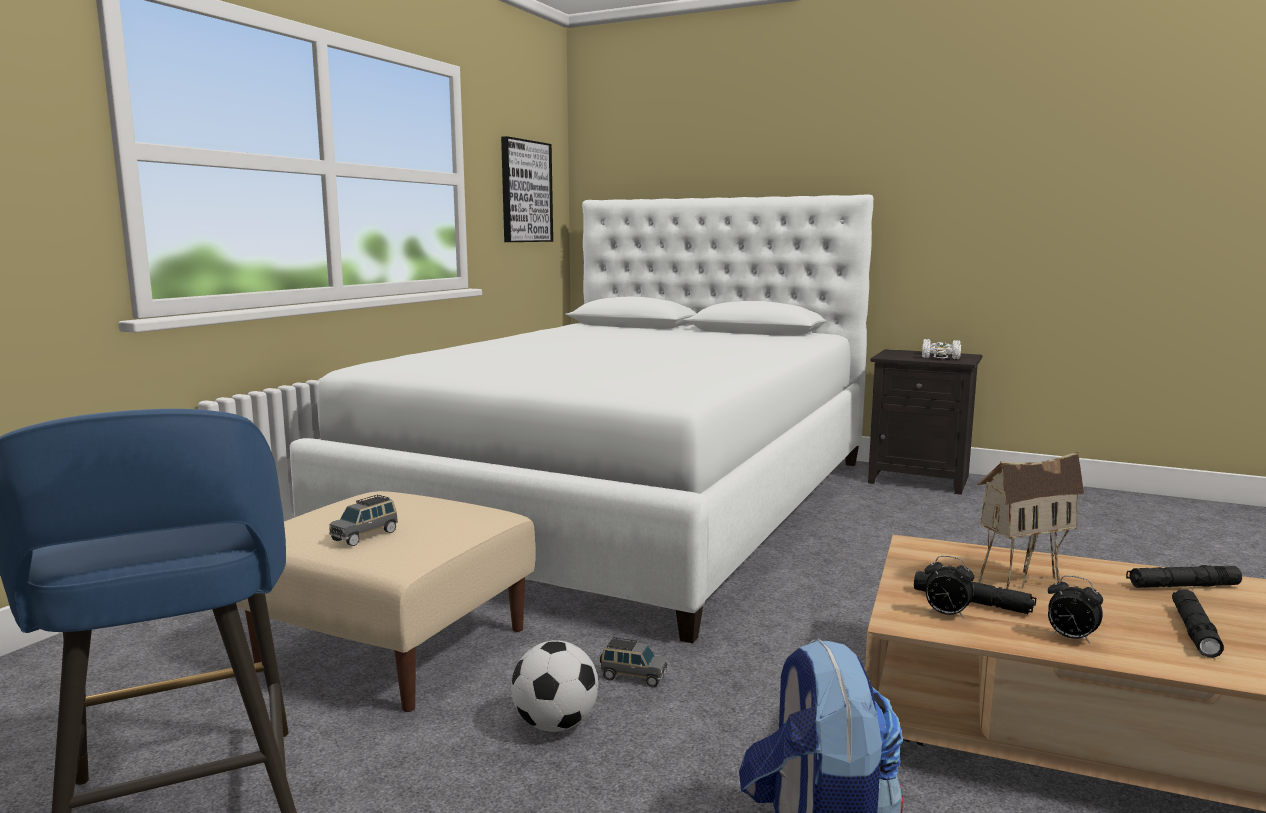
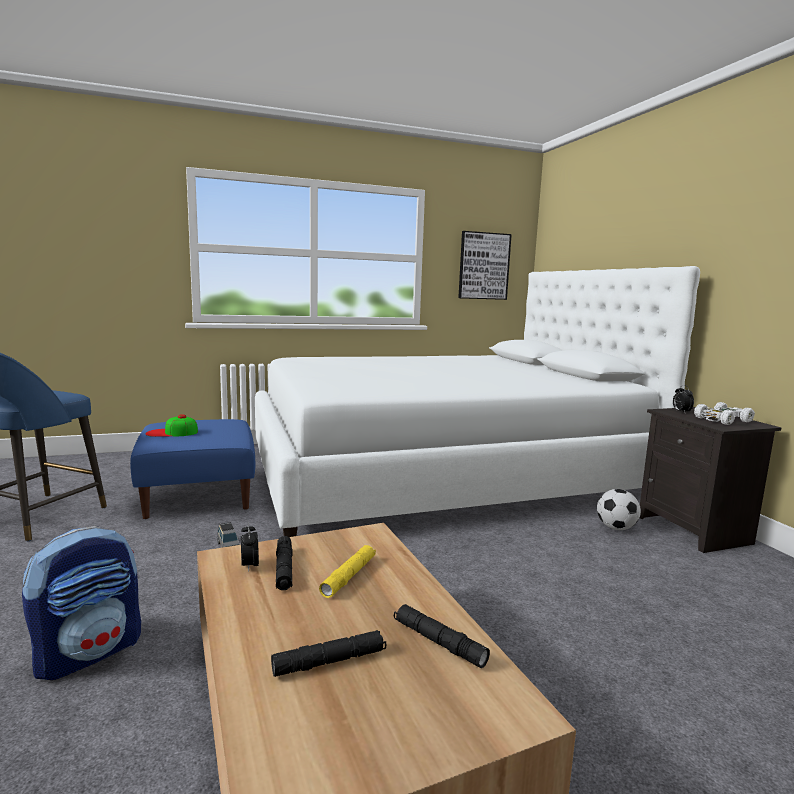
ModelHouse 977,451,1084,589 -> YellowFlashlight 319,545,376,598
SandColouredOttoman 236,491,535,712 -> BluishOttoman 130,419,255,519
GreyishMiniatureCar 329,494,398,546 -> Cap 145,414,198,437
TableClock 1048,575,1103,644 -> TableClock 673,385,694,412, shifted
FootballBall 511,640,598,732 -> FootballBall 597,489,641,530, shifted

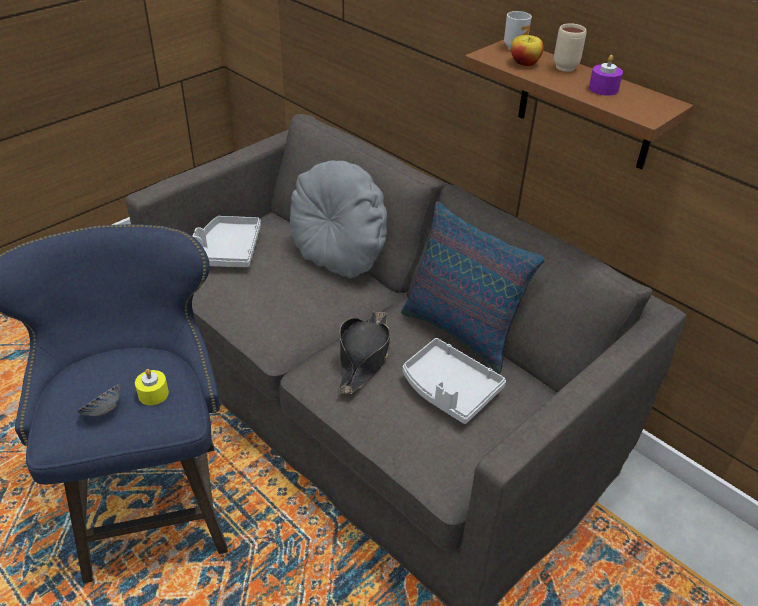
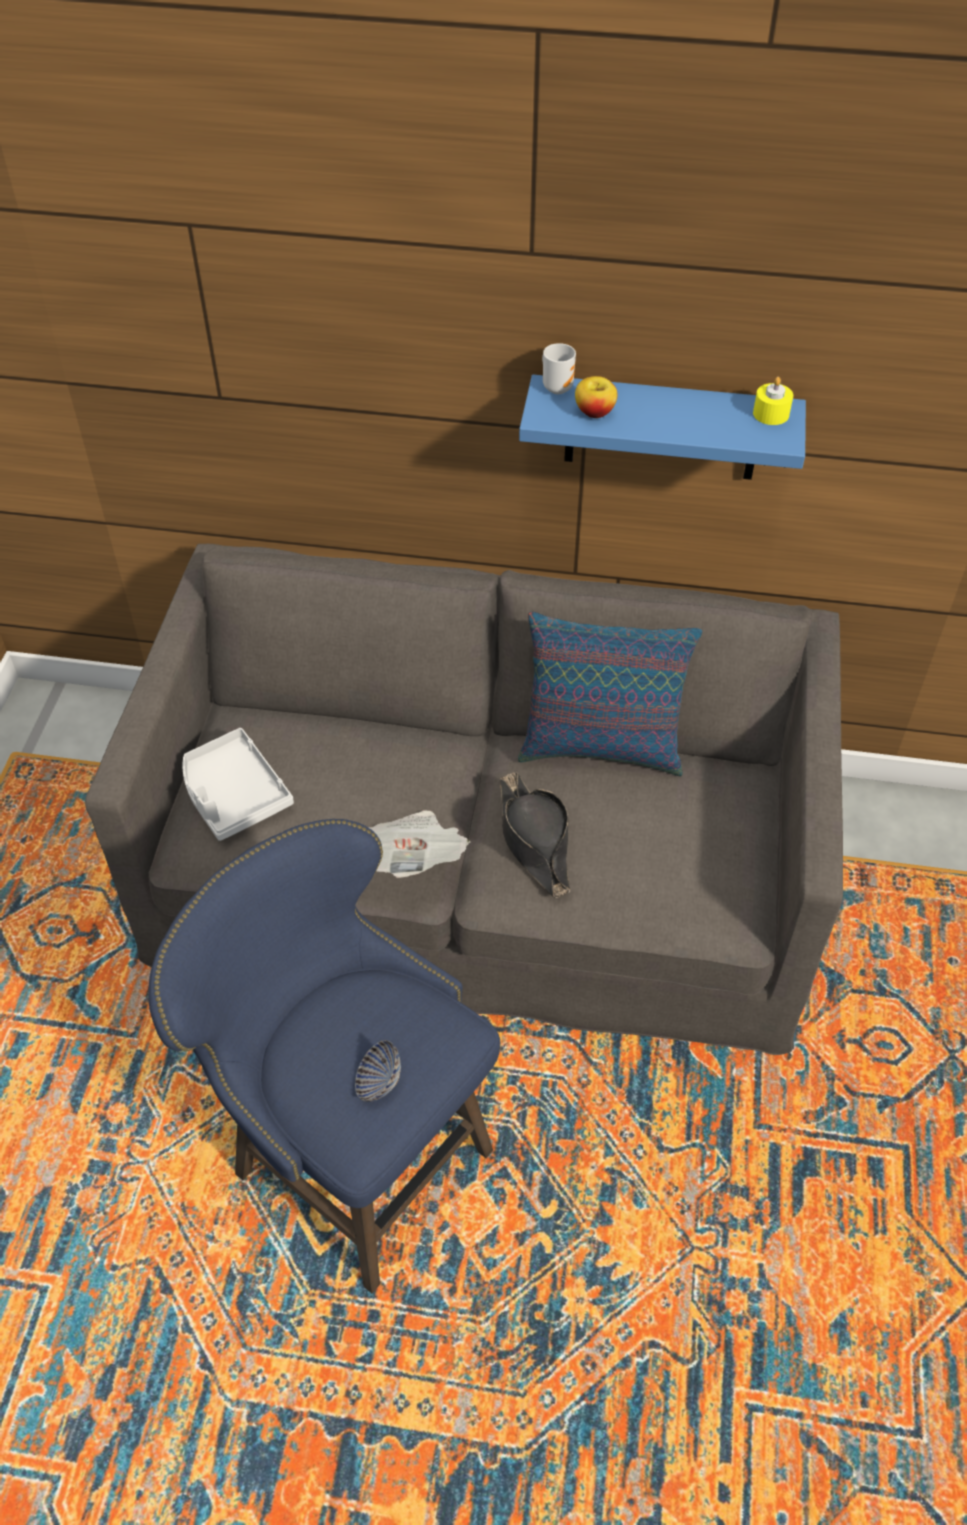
SandColouredMug 554,23,586,72 -> none
BrownishShelf 464,40,693,170 -> BluishShelf 519,375,806,480
PurpleColouredCandle 589,55,623,96 -> none
GreyishCushion 290,160,387,279 -> none
GreyishTray 403,338,506,424 -> none
YellowCandle 135,369,169,405 -> YellowCandle 753,377,793,425, shifted
none -> Newspaper 368,810,470,878

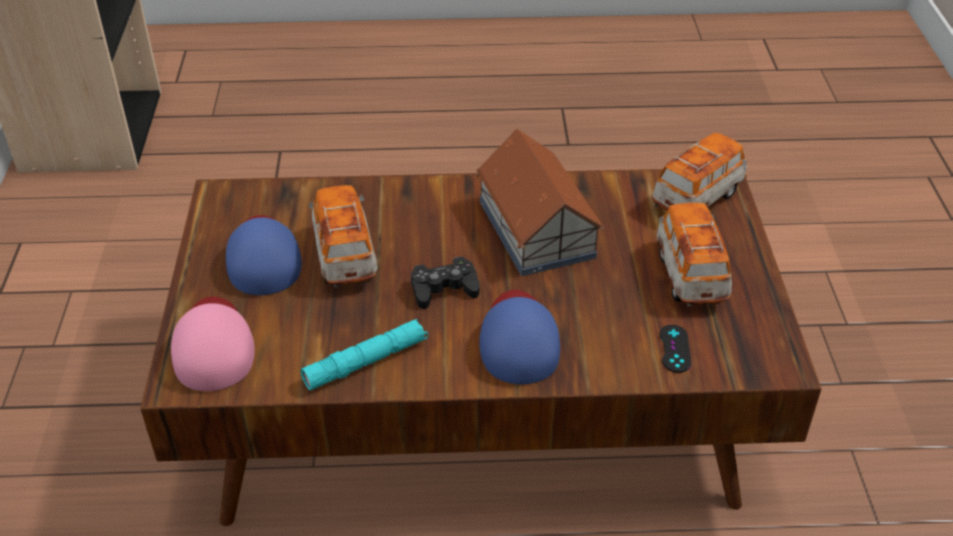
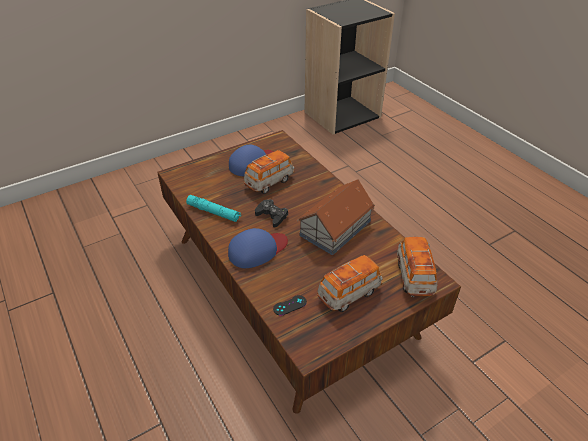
MiniatureCar 652,133,747,210 -> MiniatureCar 397,237,437,297, 105 degrees counterclockwise
PinkCap 171,297,255,391 -> none

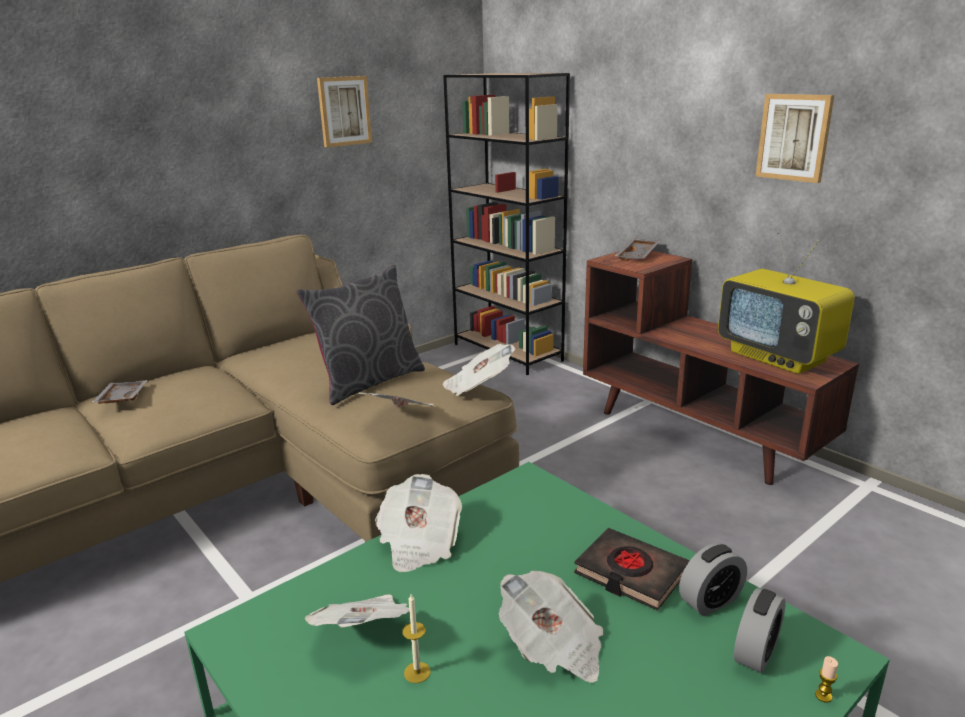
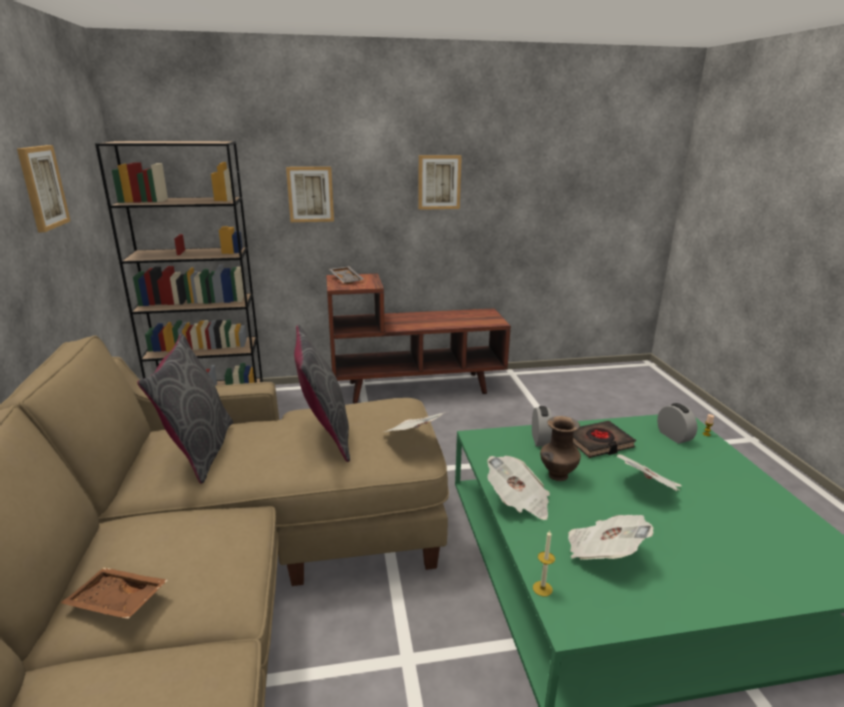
Television 718,231,855,374 -> none
Newspaper 442,344,515,396 -> none
GreyishTray 92,380,148,404 -> BrownishTray 61,568,168,619
TableClock 679,543,747,616 -> TableClock 532,406,552,447, shifted
Candle 402,594,431,683 -> Candle 533,530,555,596, shifted
none -> WallArt 286,167,334,222
none -> GreyishCushion 137,334,233,484
none -> BrownishDecorativeVase 540,416,581,481

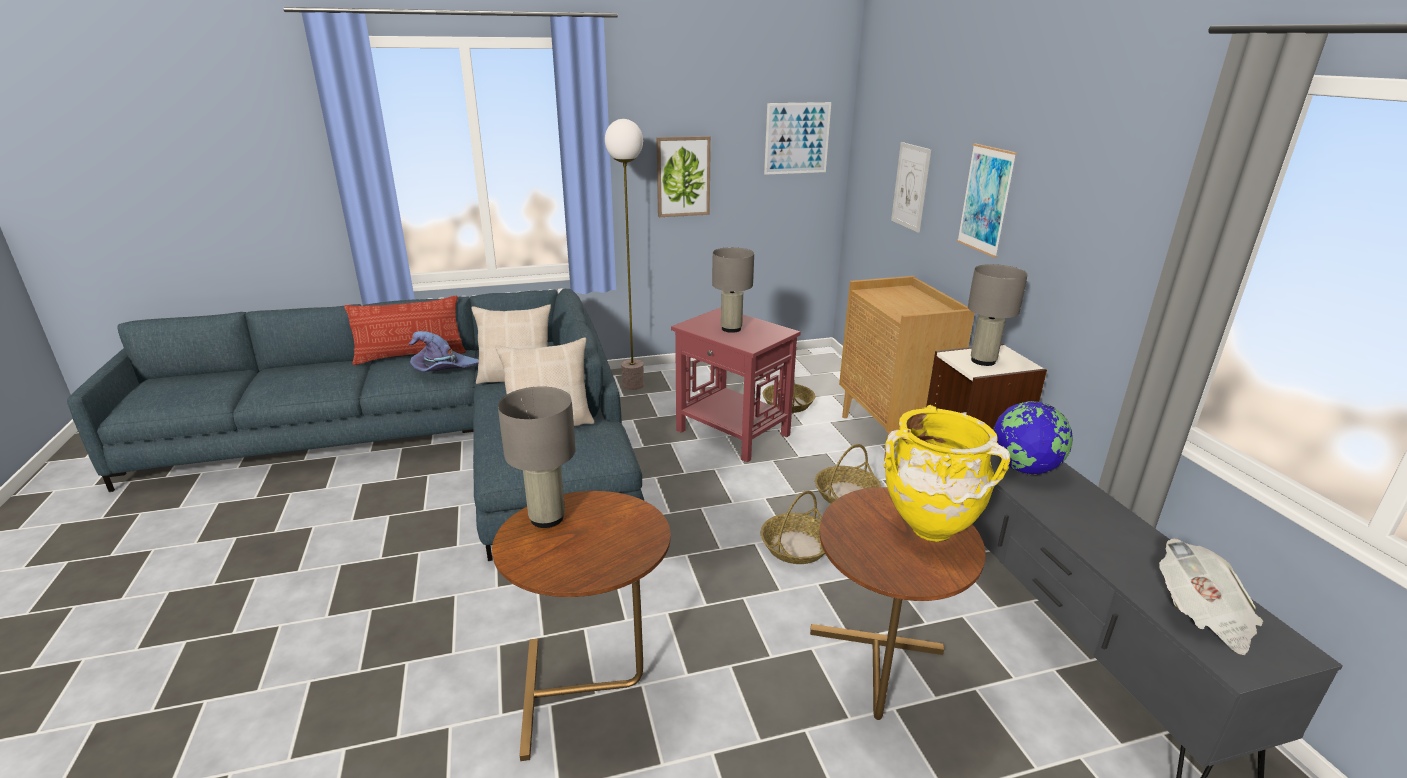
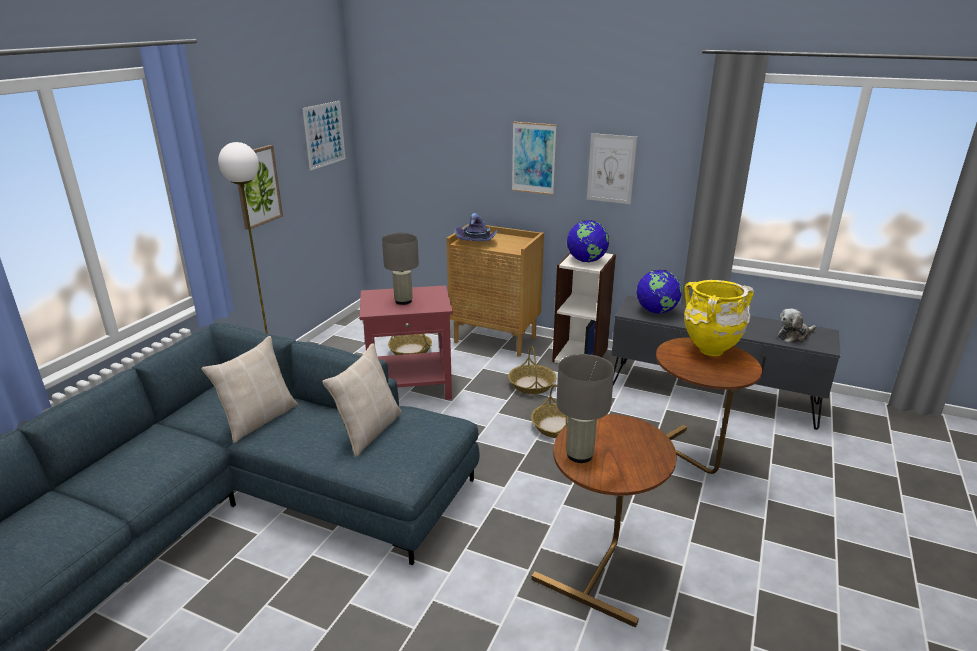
WallArt 891,142,931,233 -> WallArt 587,133,637,204, shifted
GreyishLampForATable 968,264,1028,366 -> Globe 567,220,609,262
Cushion 344,296,466,365 -> none
PurpleColouredHat 409,331,479,372 -> PurpleColouredHat 454,213,497,241, shifted
Newspaper 1159,538,1263,655 -> CuddlyToy 777,309,816,343

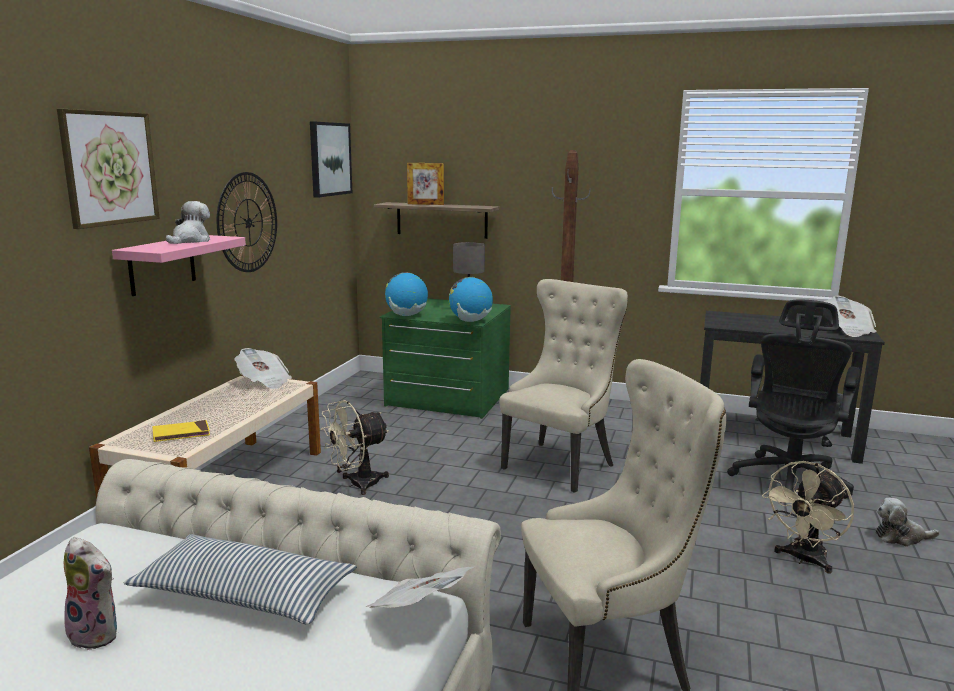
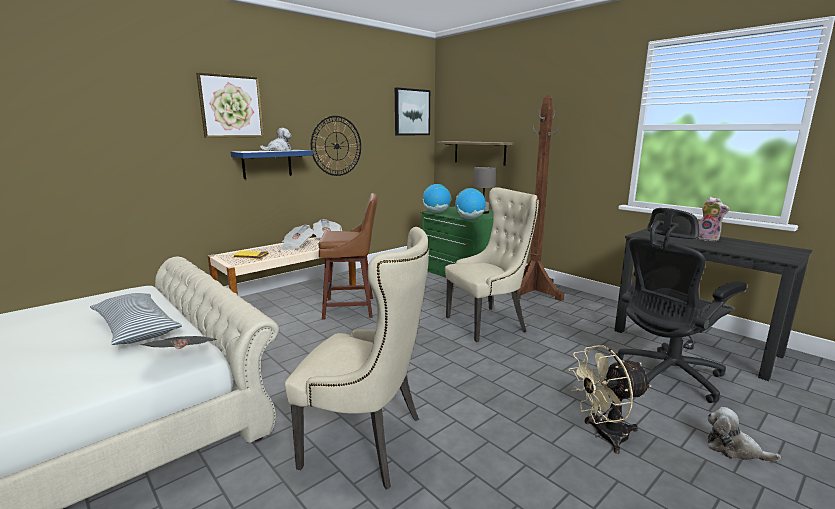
PhotoFrame 407,163,444,205 -> none
PinkShelf 112,235,246,296 -> BluishShelf 231,150,313,179
Newspaper 824,296,877,337 -> Newspaper 279,225,314,250, shifted
SandColouredElectricFan 321,400,389,495 -> BrownishChair 319,193,378,320
CuddlyToy 64,537,117,651 -> CuddlyToy 698,197,730,241, shifted

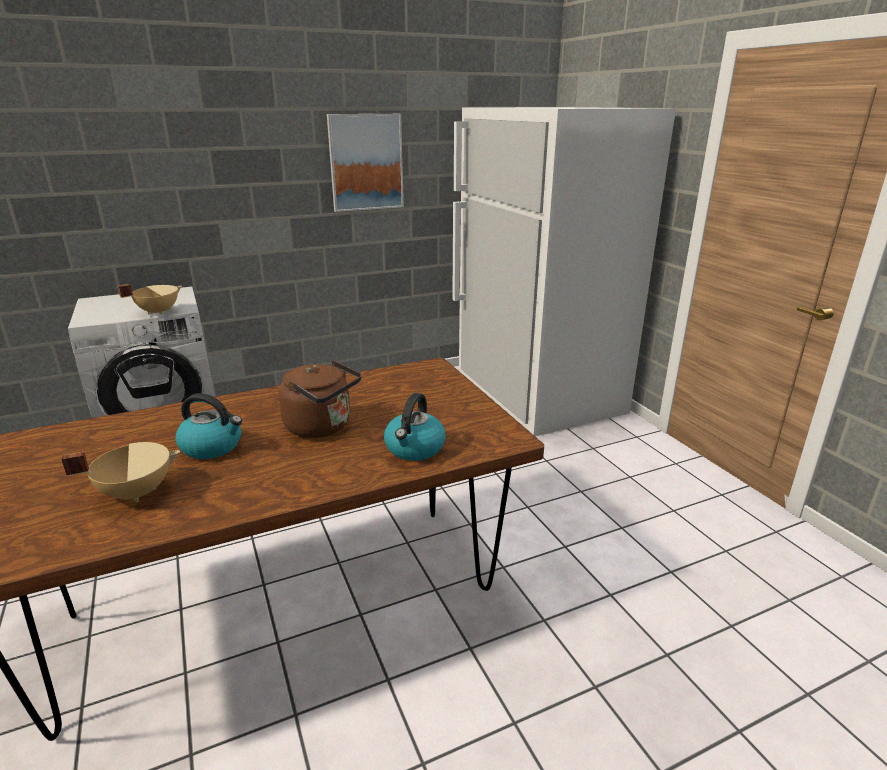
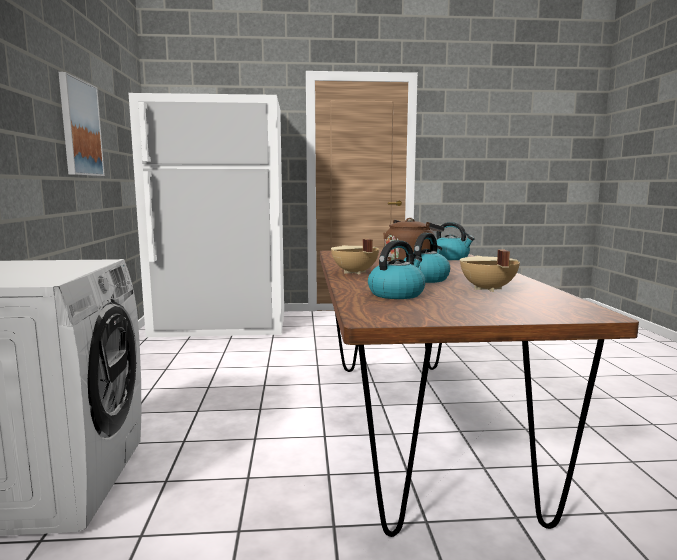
SandColouredSaucepot 118,284,182,315 -> SandColouredSaucepot 331,239,379,275, shifted
none -> TeaKettle 368,240,425,299

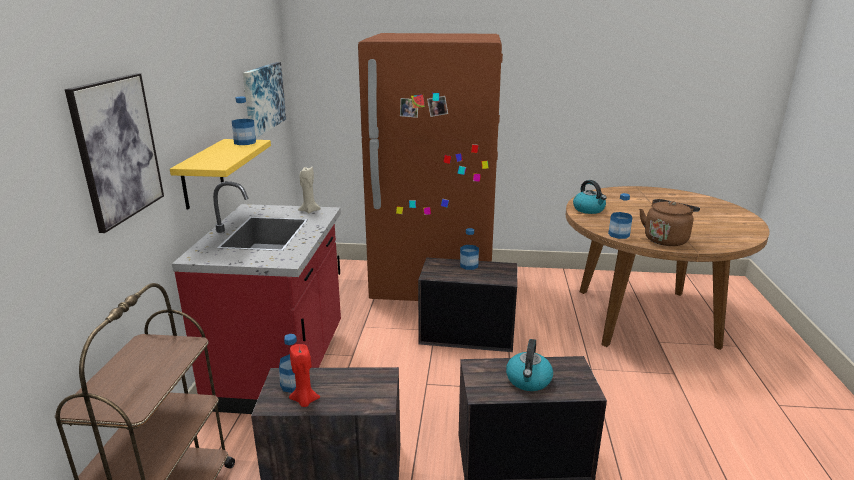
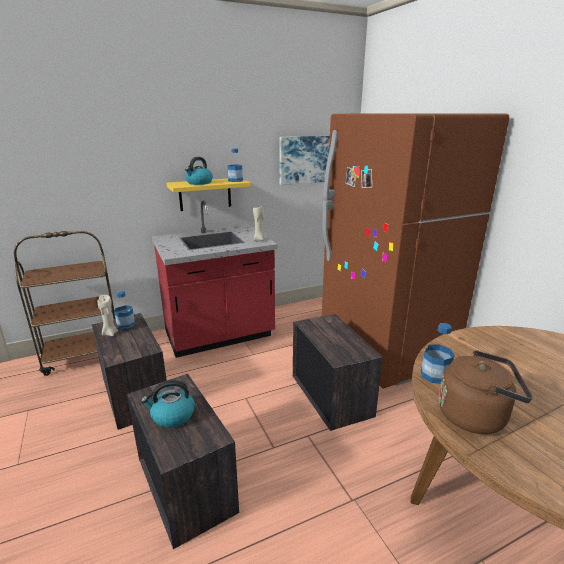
WallArt 65,73,164,233 -> none
TeaKettle 573,180,607,214 -> TeaKettle 185,157,213,185, shifted
Bottle 460,228,479,270 -> none
RedCandle 289,344,320,407 -> SandColouredCandle 97,295,118,336

